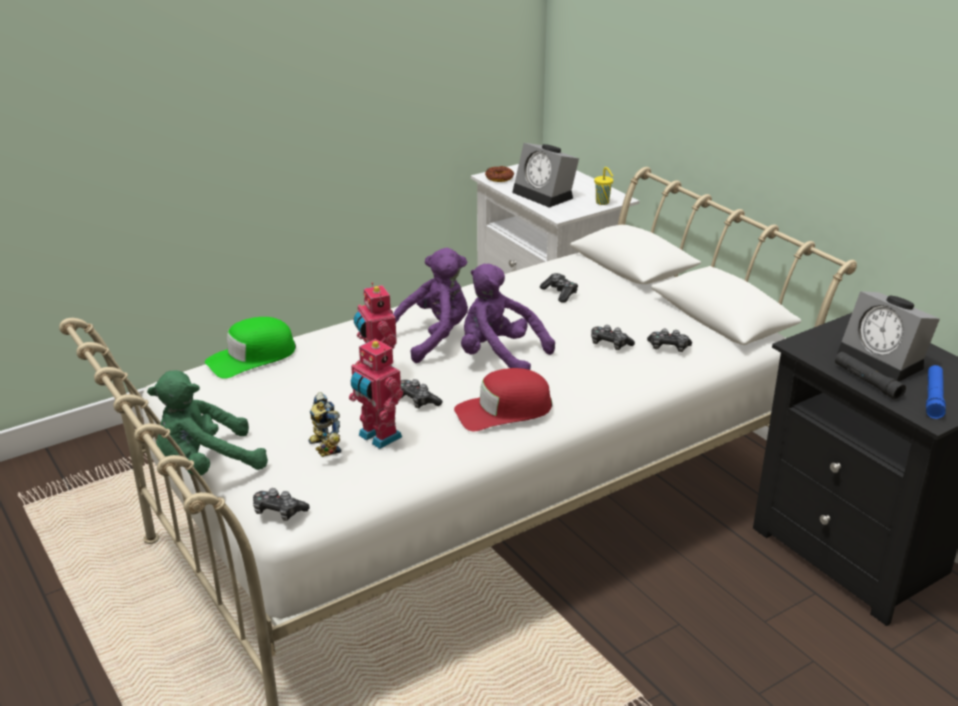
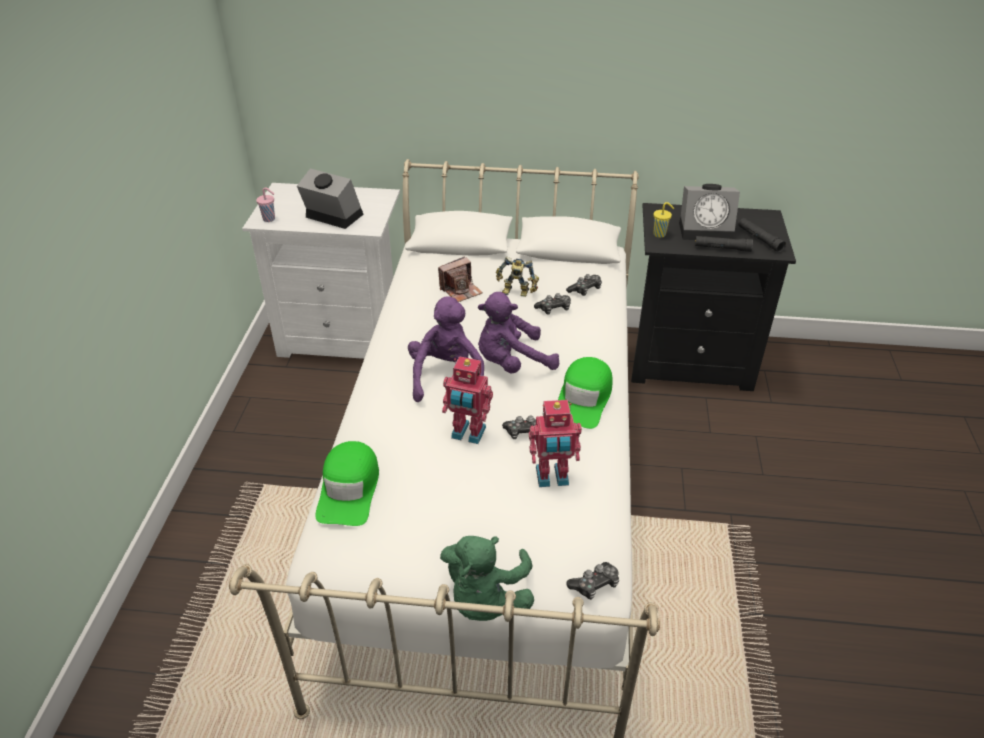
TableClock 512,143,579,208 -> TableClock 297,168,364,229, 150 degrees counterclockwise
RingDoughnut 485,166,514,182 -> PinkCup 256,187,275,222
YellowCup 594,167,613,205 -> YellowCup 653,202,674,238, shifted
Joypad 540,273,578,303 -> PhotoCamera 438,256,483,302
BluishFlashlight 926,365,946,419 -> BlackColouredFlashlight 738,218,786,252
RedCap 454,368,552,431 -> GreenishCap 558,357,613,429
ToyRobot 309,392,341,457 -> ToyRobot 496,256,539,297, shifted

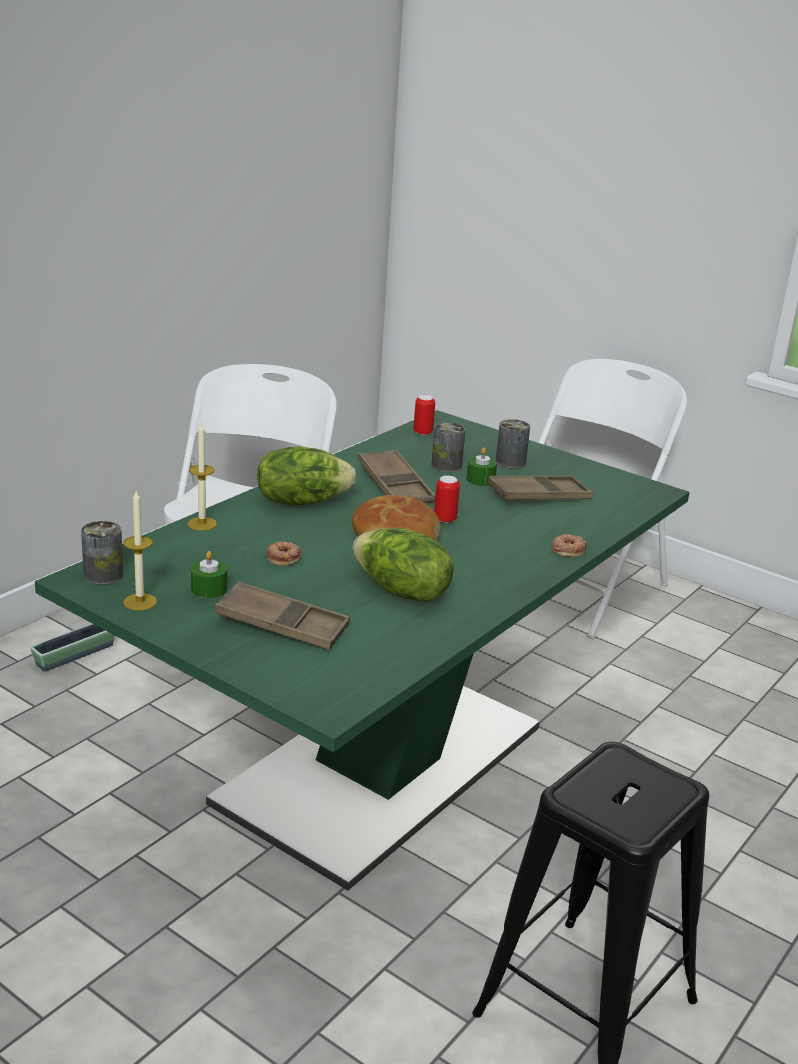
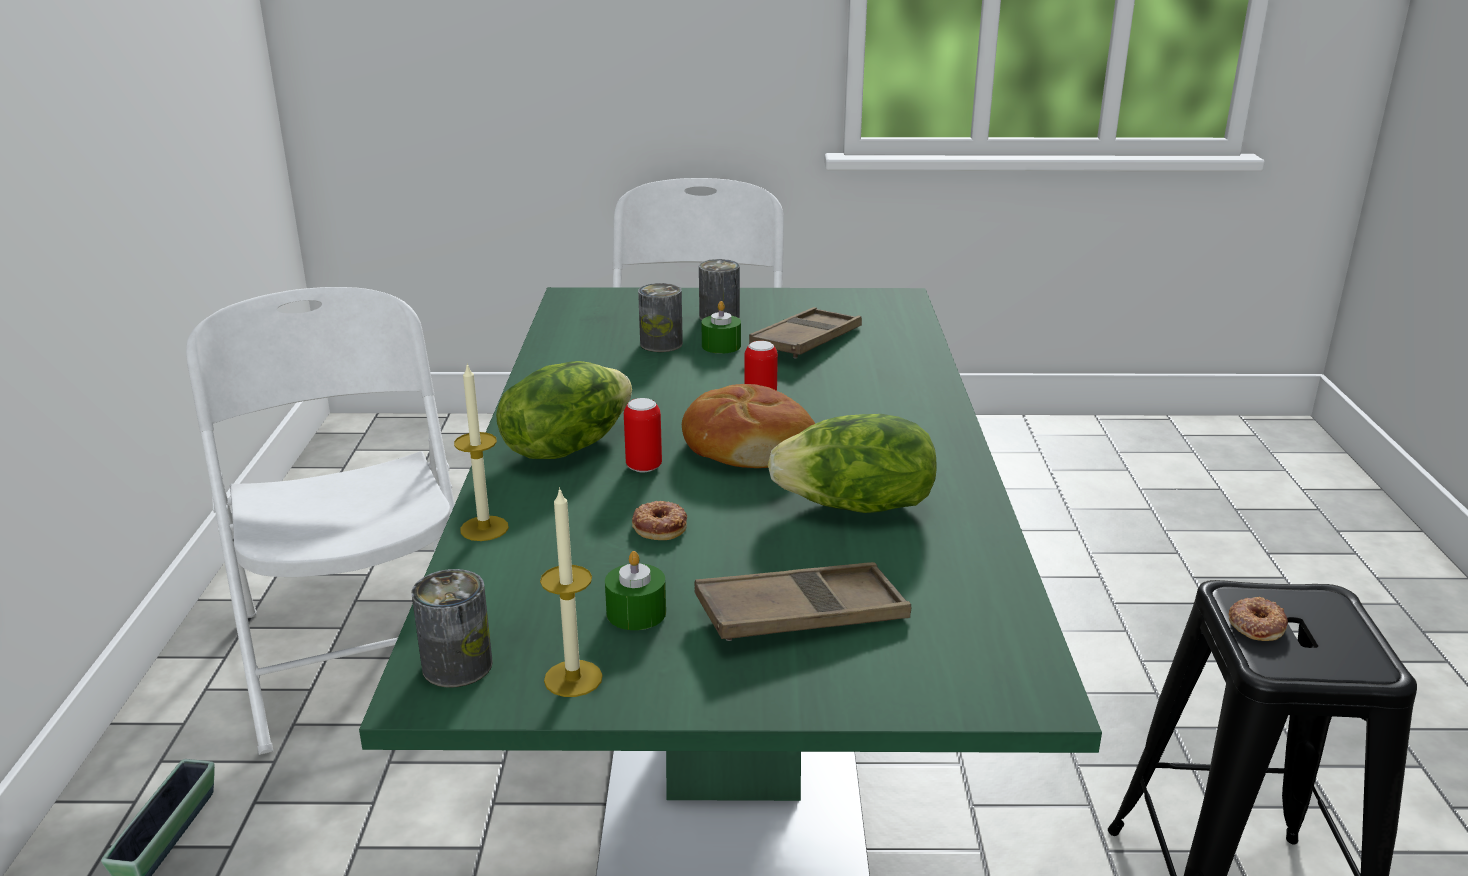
SealedCan 414,394,435,436 -> SealedCan 624,398,662,472, shifted
BrownishTray 358,449,436,503 -> none
RingDoughnut 552,534,587,557 -> RingDoughnut 1228,597,1288,641, shifted

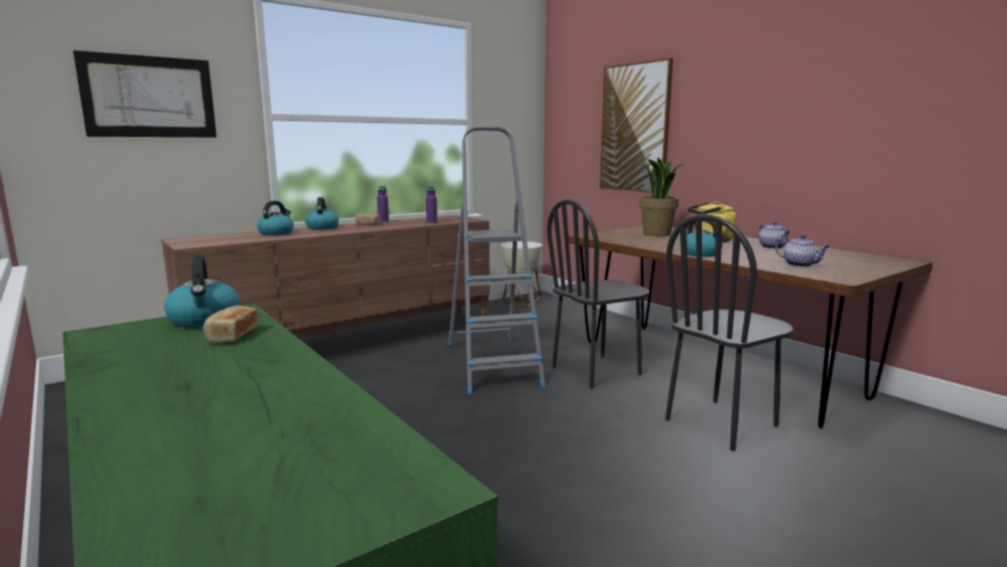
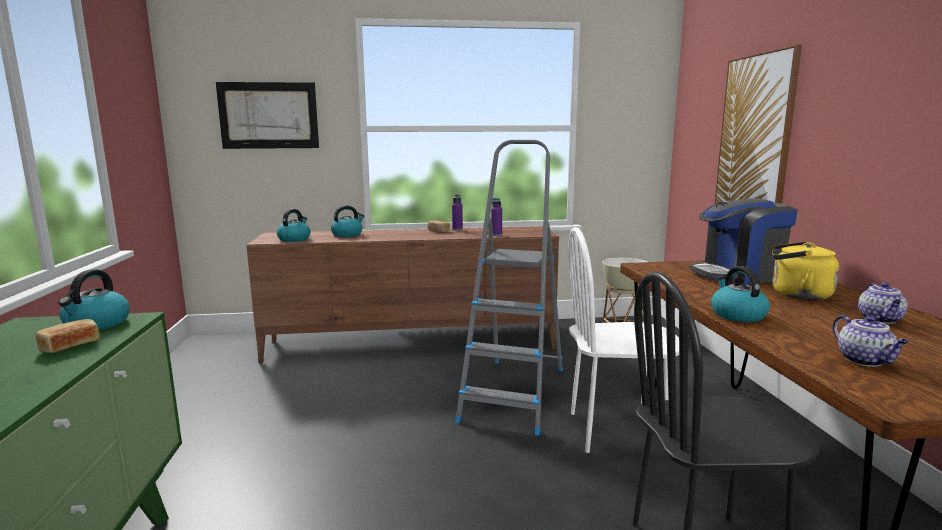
PottedPlant 636,157,683,236 -> CoffeeBrewer 689,198,798,284
TeaKettle 305,197,339,230 -> TeaKettle 277,209,310,242, shifted
BlackColouredChair 547,199,650,389 -> WhiteChair 568,227,679,453

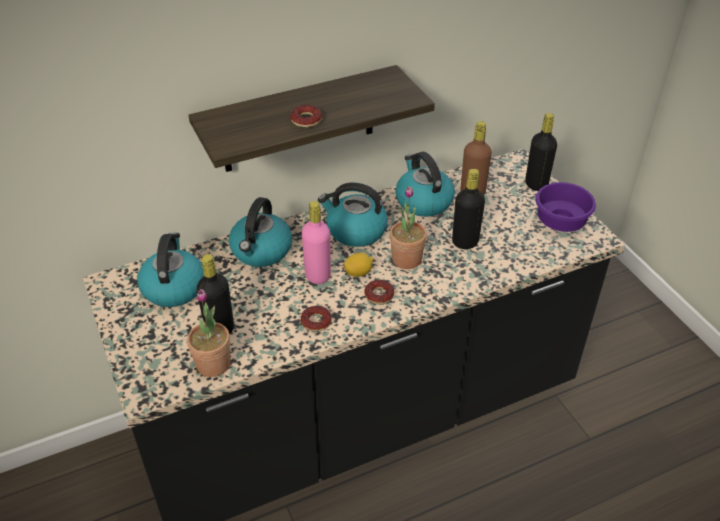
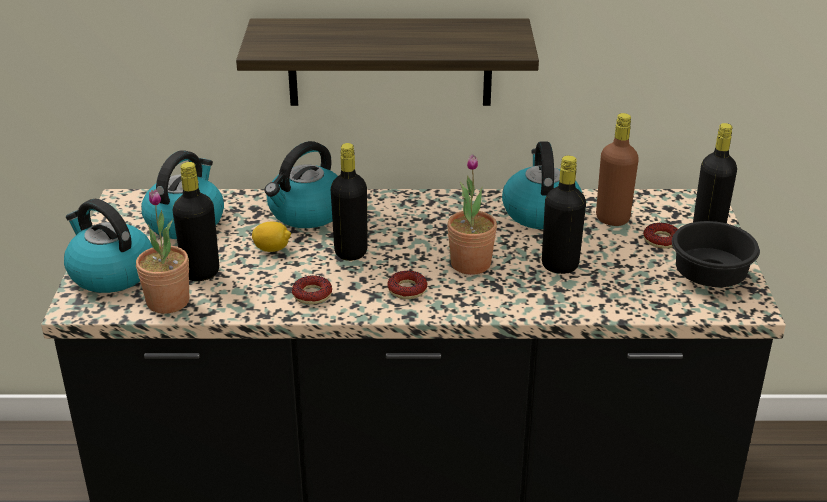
RingDoughnut 290,105,322,127 -> RingDoughnut 643,223,678,249, shifted
TeaKettle 318,182,388,247 -> TeaKettle 64,199,153,293, shifted
PurpleColouredServingBowl 535,182,596,232 -> BlackColouredServingBowl 672,221,760,287
PinkBottle 302,201,331,284 -> BlackColouredBottle 331,143,368,261
WholeLemon 344,253,374,277 -> WholeLemon 252,222,291,252, shifted

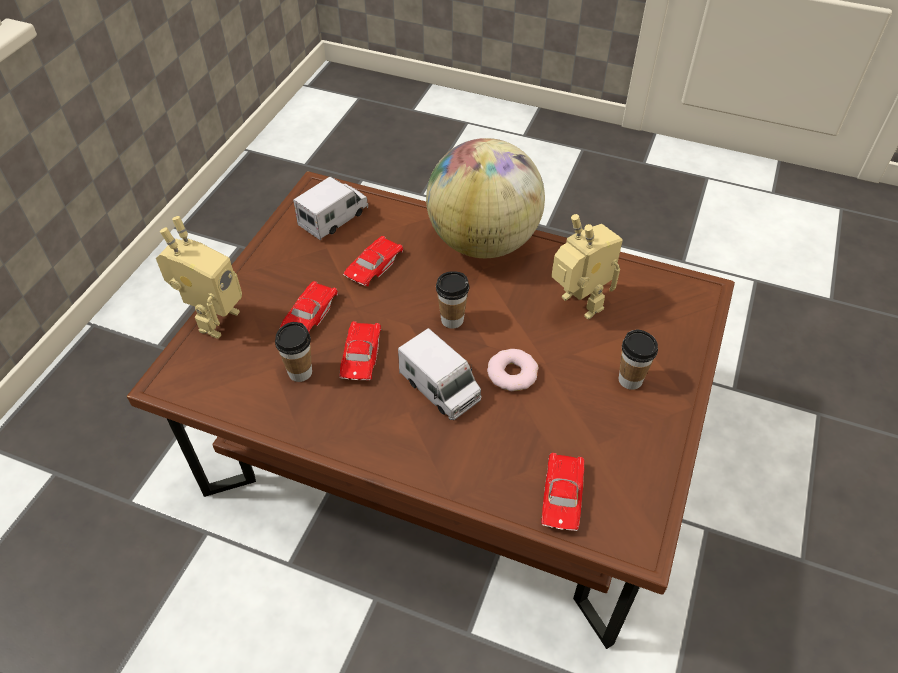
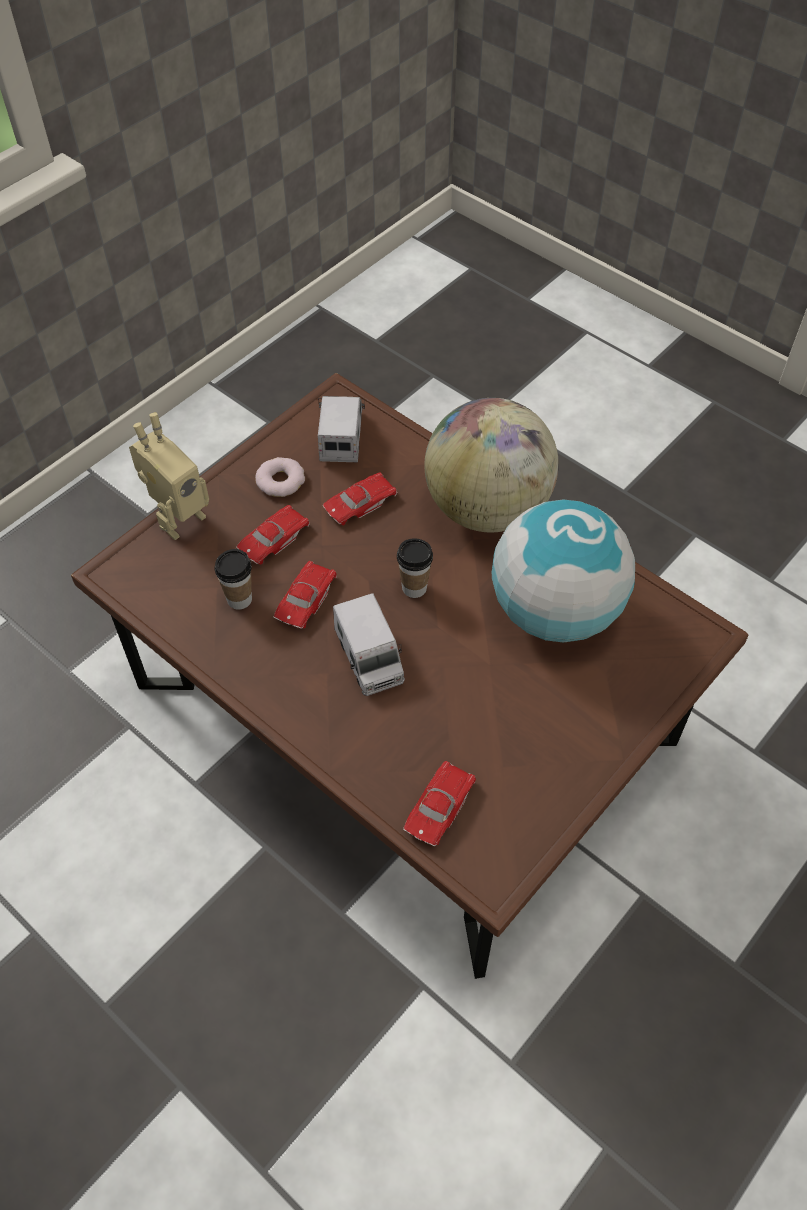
ToyTruck 293,176,368,240 -> ToyTruck 318,396,365,462, 60 degrees counterclockwise
ToyRobot 551,214,623,319 -> Globe 492,500,635,643
Cup 619,330,658,390 -> none
RingDoughnut 487,349,539,391 -> RingDoughnut 255,457,305,497, shifted

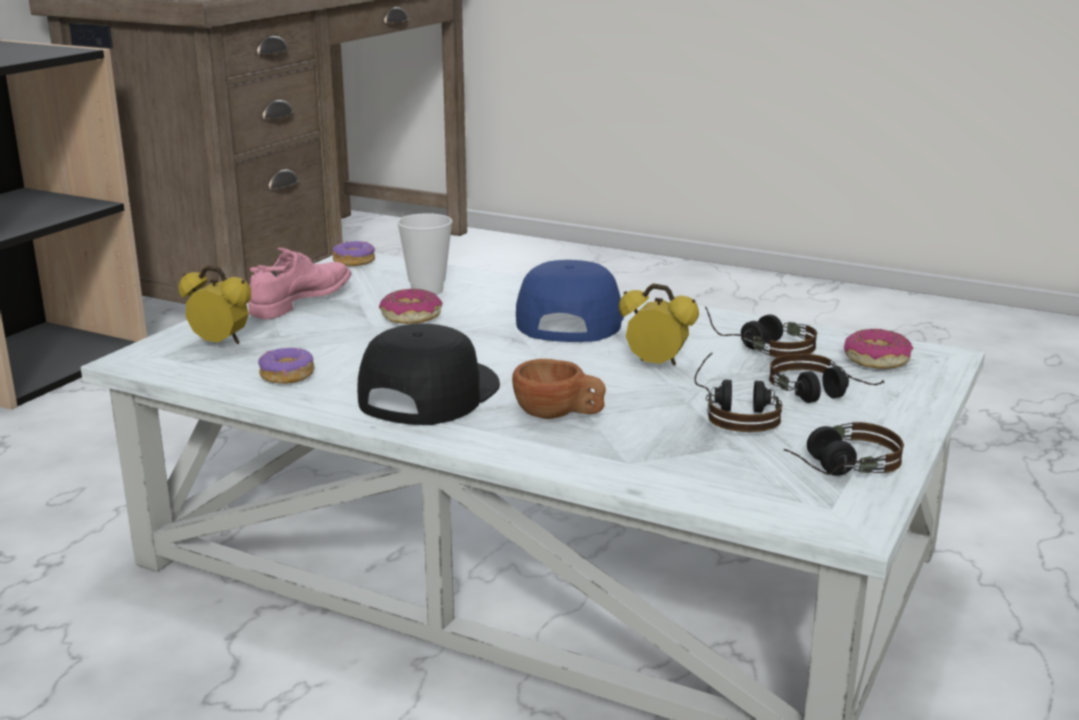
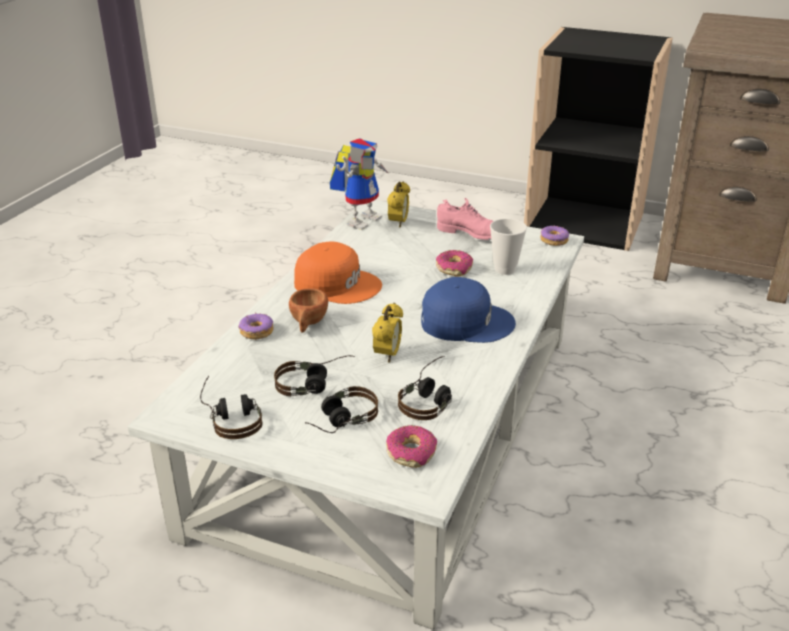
BlackColouredCap 357,324,500,425 -> OrangeColouredCap 294,241,382,304
RingDoughnut 258,348,315,384 -> RingDoughnut 238,313,273,340, shifted
none -> ToyRobot 330,138,389,230

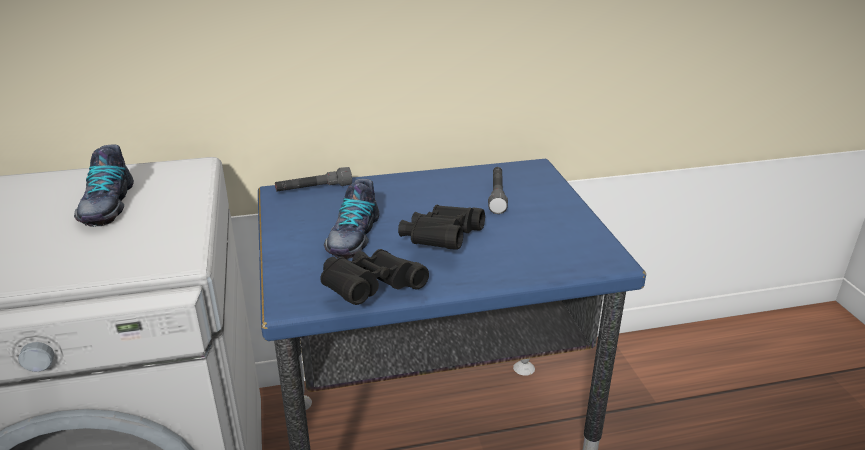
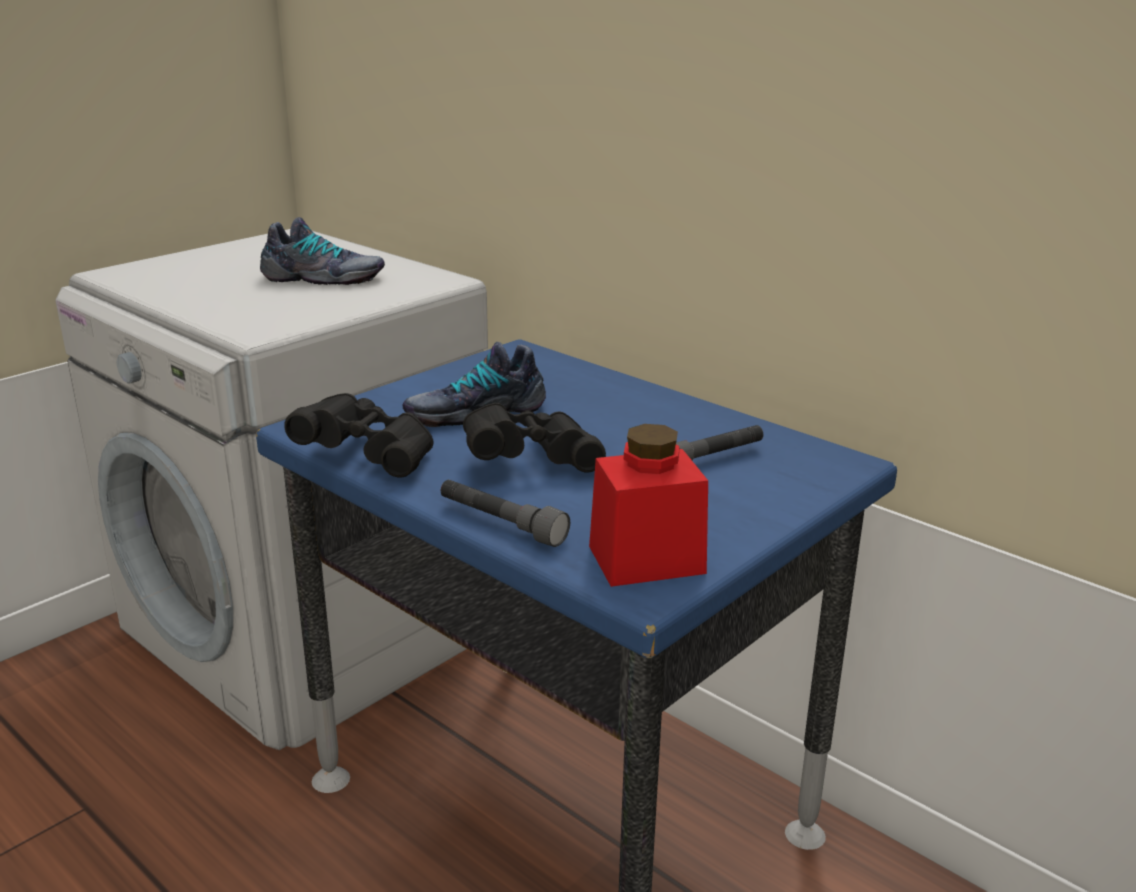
LowShoe 74,144,134,227 -> LowShoe 260,217,385,285, 135 degrees counterclockwise
GreyishFlashlight 275,167,352,191 -> GreyishFlashlight 441,480,570,547, shifted
none -> RedStorageJar 589,424,708,587

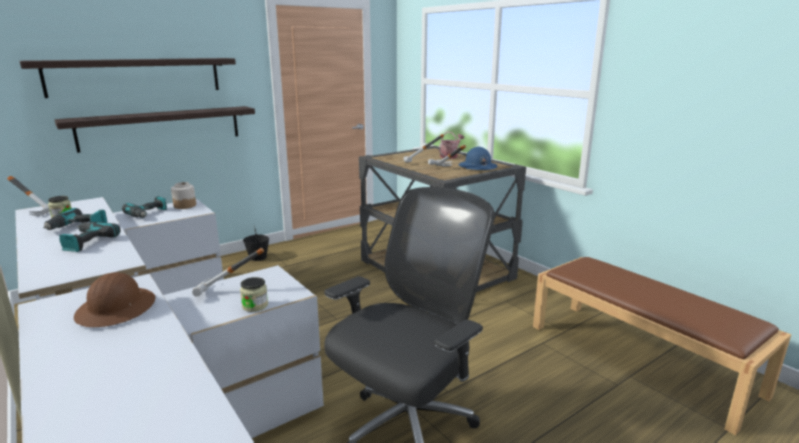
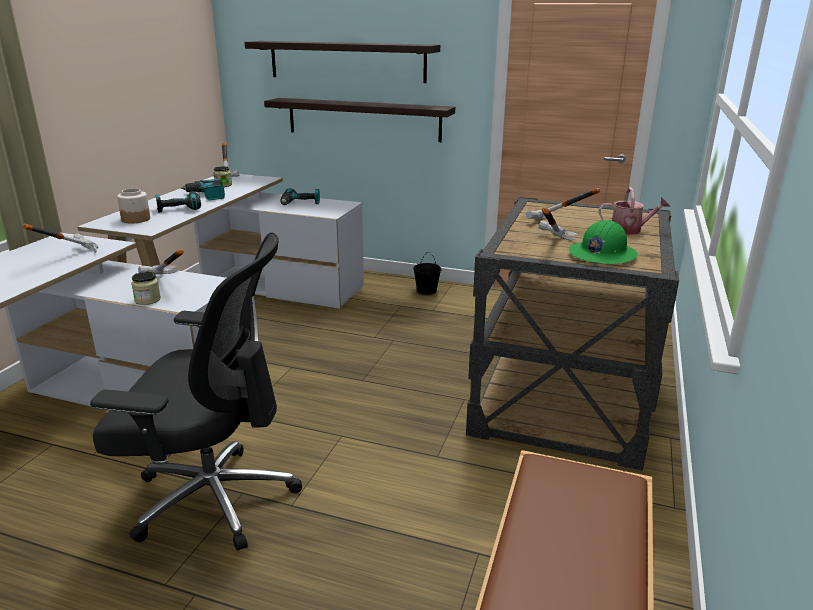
BluishSafetyHelmet 459,147,498,170 -> GreenishSafetyHelmet 569,220,638,264
StorageJar 171,182,196,209 -> StorageJar 117,188,150,224, shifted
BrownishSafetyHelmet 74,272,156,327 -> HandHammer 23,224,98,253

